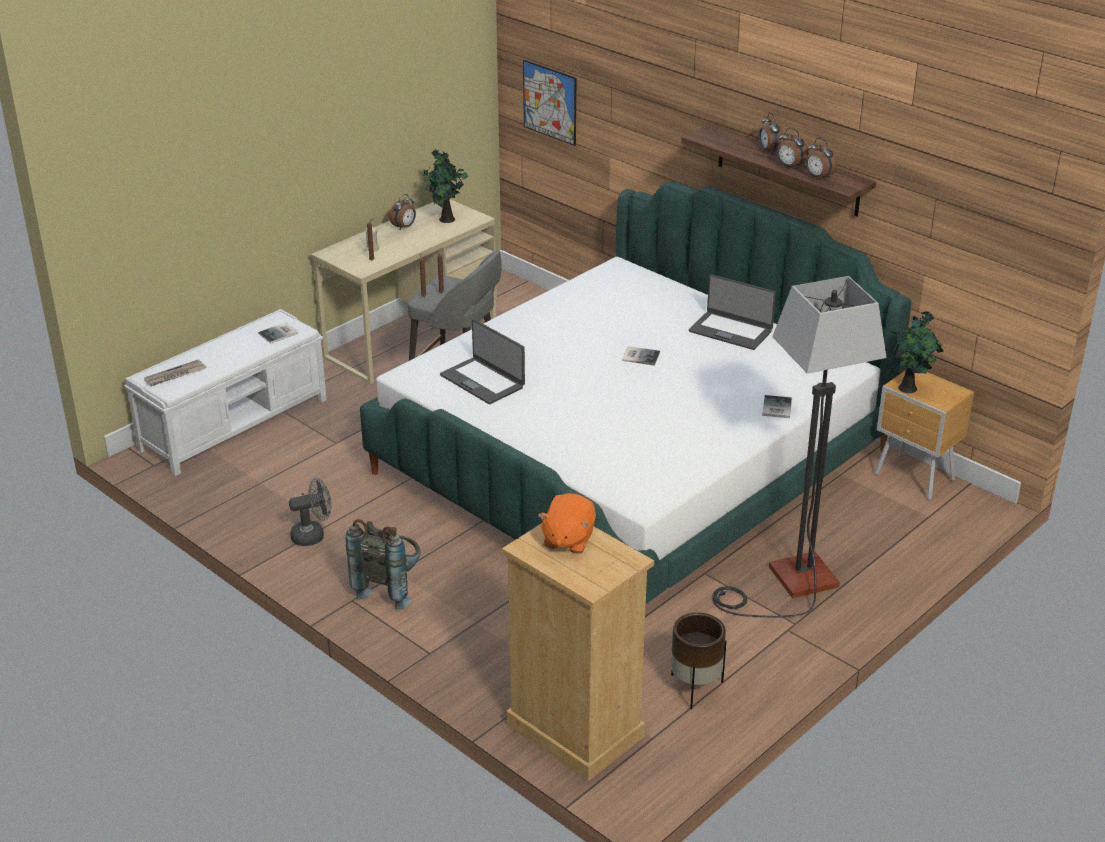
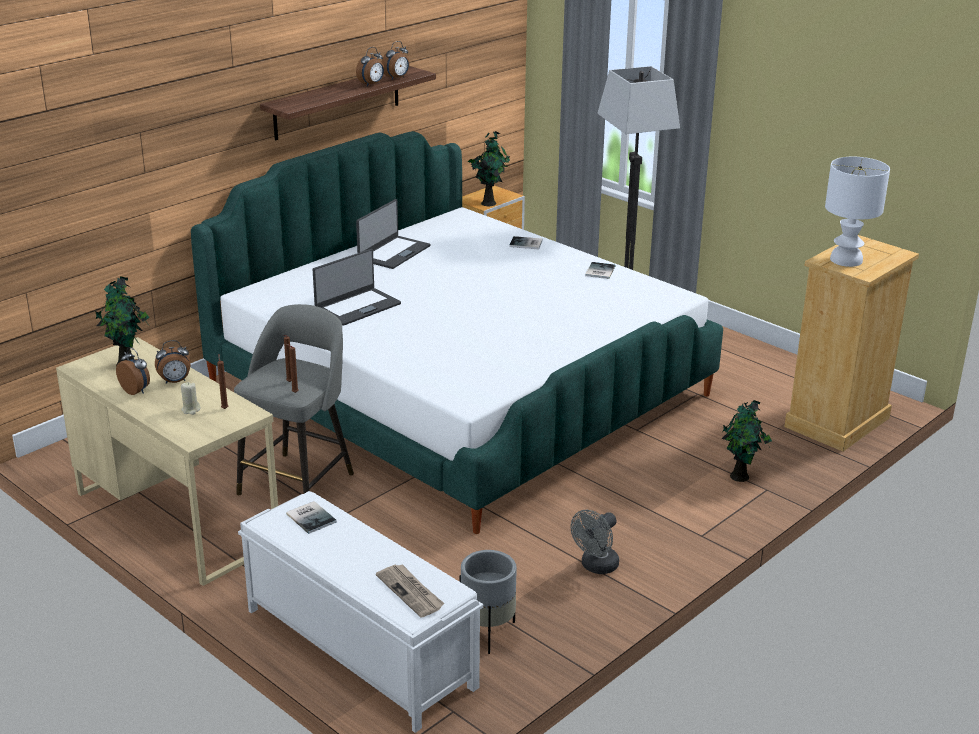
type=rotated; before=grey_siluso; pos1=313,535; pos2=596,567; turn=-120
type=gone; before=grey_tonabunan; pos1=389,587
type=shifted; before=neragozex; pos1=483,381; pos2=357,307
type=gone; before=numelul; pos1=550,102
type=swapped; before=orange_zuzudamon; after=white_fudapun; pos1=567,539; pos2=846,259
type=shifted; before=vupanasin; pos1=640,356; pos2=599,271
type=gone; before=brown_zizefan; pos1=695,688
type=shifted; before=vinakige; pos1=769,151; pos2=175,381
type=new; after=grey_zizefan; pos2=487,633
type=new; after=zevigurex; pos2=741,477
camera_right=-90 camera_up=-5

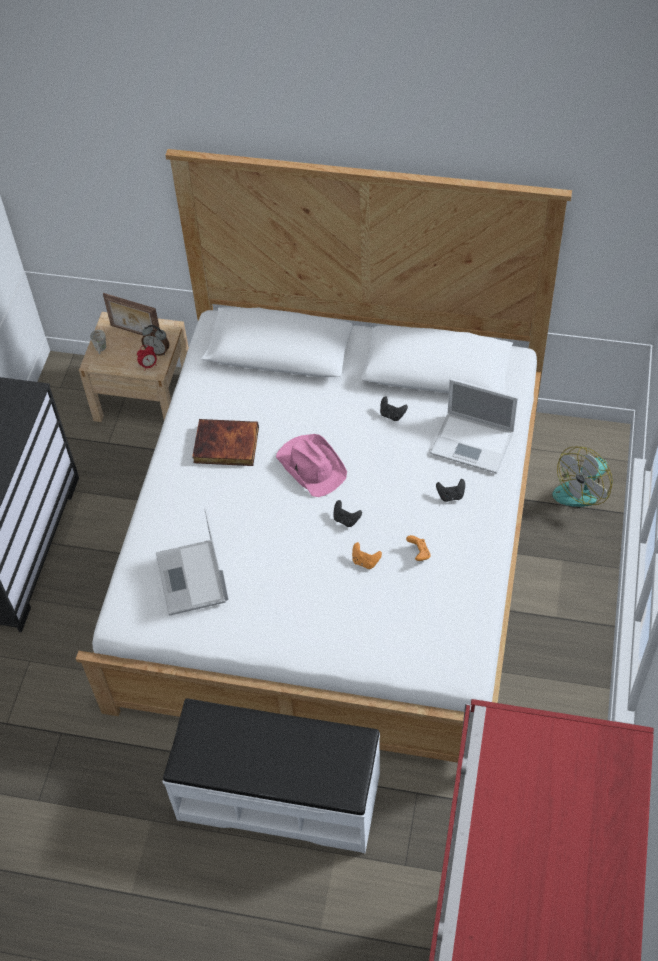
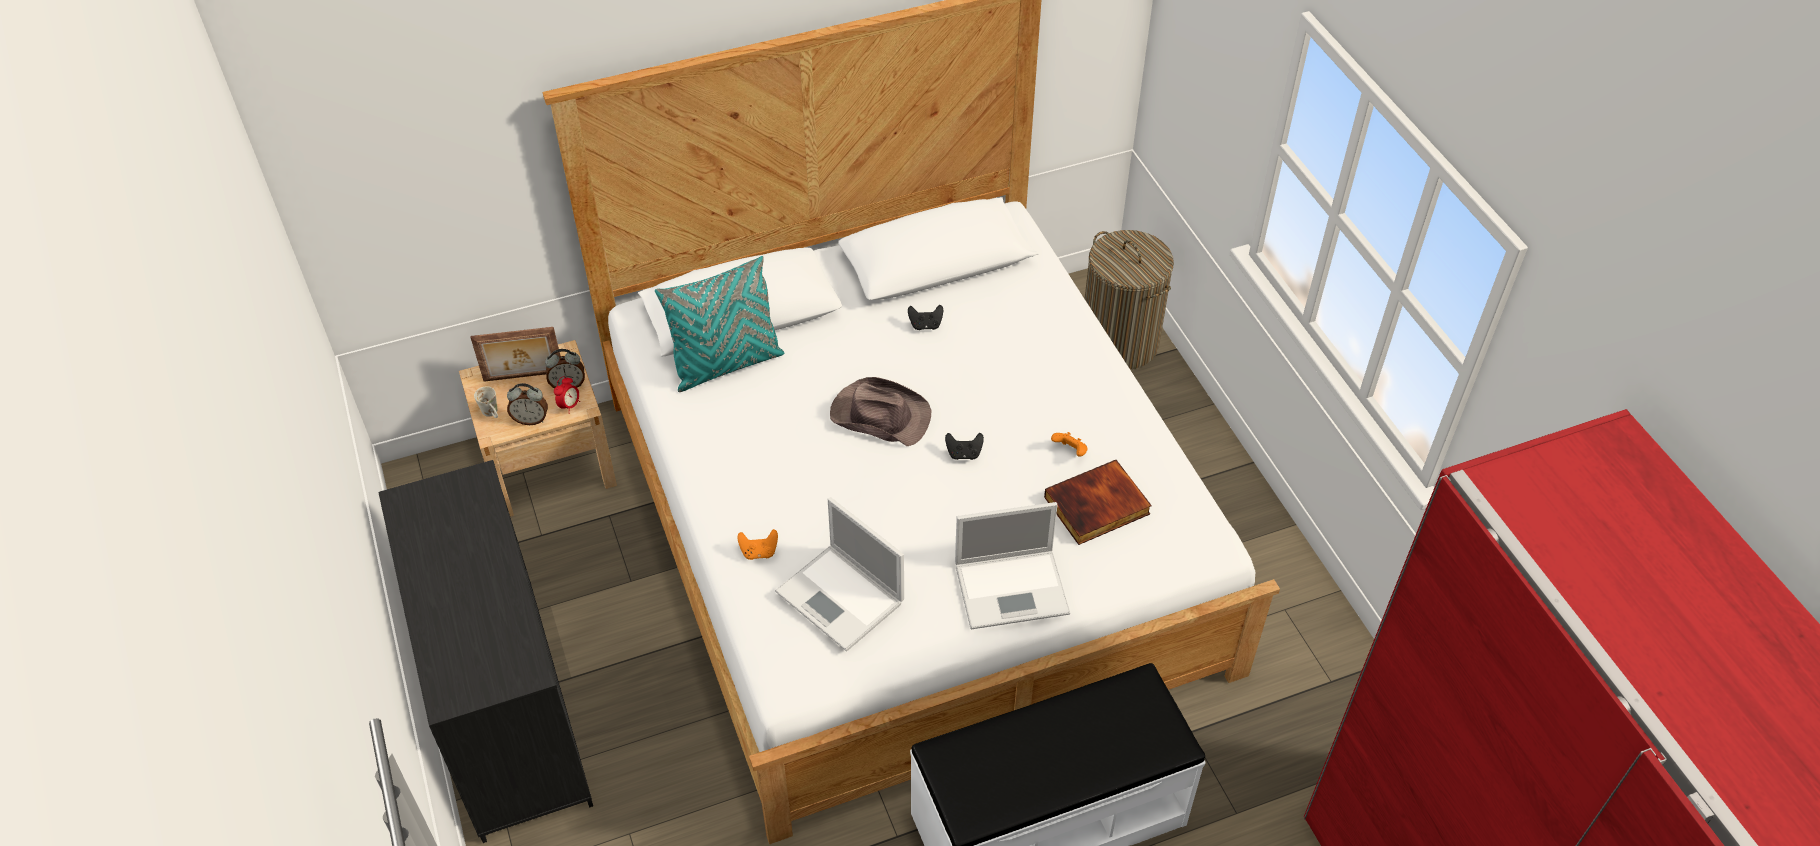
type=shifted; before=vupanasin; pos1=225,446; pos2=1097,507
type=repainted; before=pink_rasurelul; after=brown_rasurelul; pos1=311,465; pos2=879,415
type=shifted; before=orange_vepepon; pos1=365,561; pos2=759,552
type=shifted; before=neragozex; pos1=474,443; pos2=1013,588
type=gone; before=black_vepepon; pos1=451,495
type=swapped; before=siluso; after=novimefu; pos1=583,488; pos2=1119,342
type=new; after=vinakige; pos2=531,419
type=new; after=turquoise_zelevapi; pos2=726,364
camera_right=-35 camera_up=-5

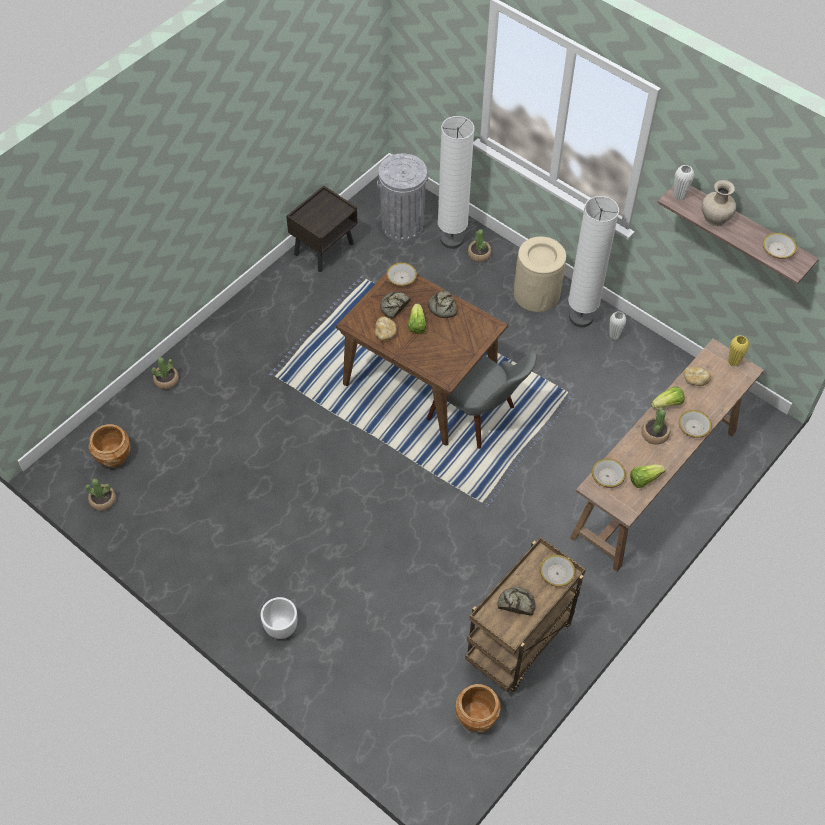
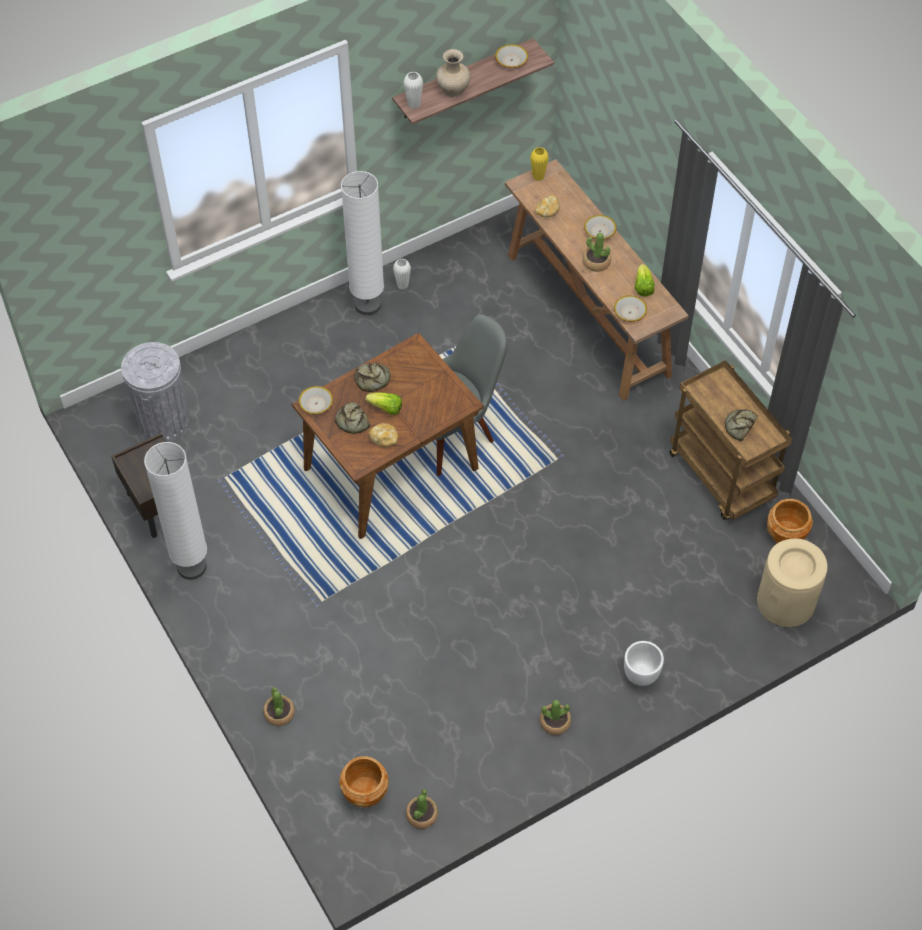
type=shifted; before=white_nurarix; pos1=451,240; pos2=191,567
type=shifted; before=zevigurex; pos1=479,254; pos2=555,722
type=shifted; before=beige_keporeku; pos1=536,293; pos2=785,601
type=gone; before=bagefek; pos1=557,573
type=gone; before=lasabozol; pos1=667,404
camera_right=-70 camera_up=0

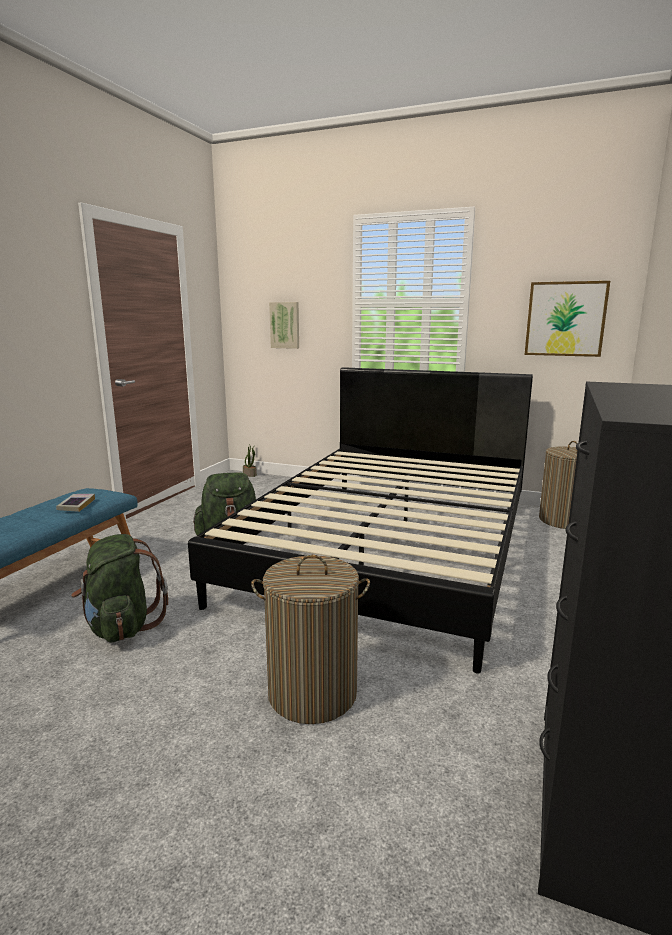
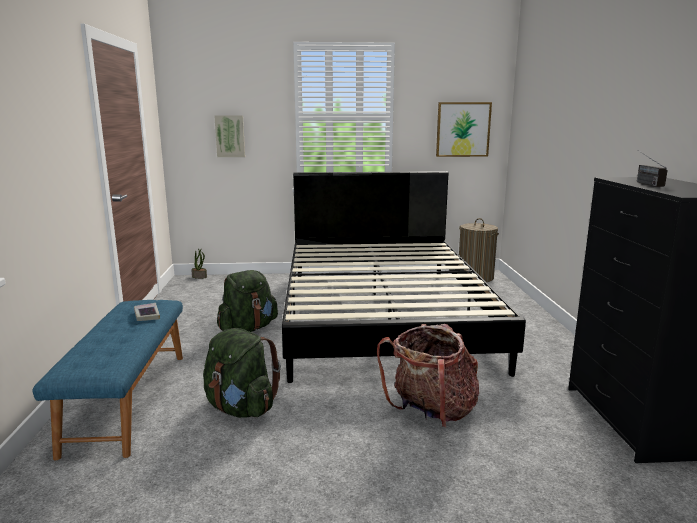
type=swapped; before=novimefu; after=tonabunan; pos1=312,693; pos2=431,412
type=new; after=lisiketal; pos2=643,183
camera_right=-25 camera_up=0

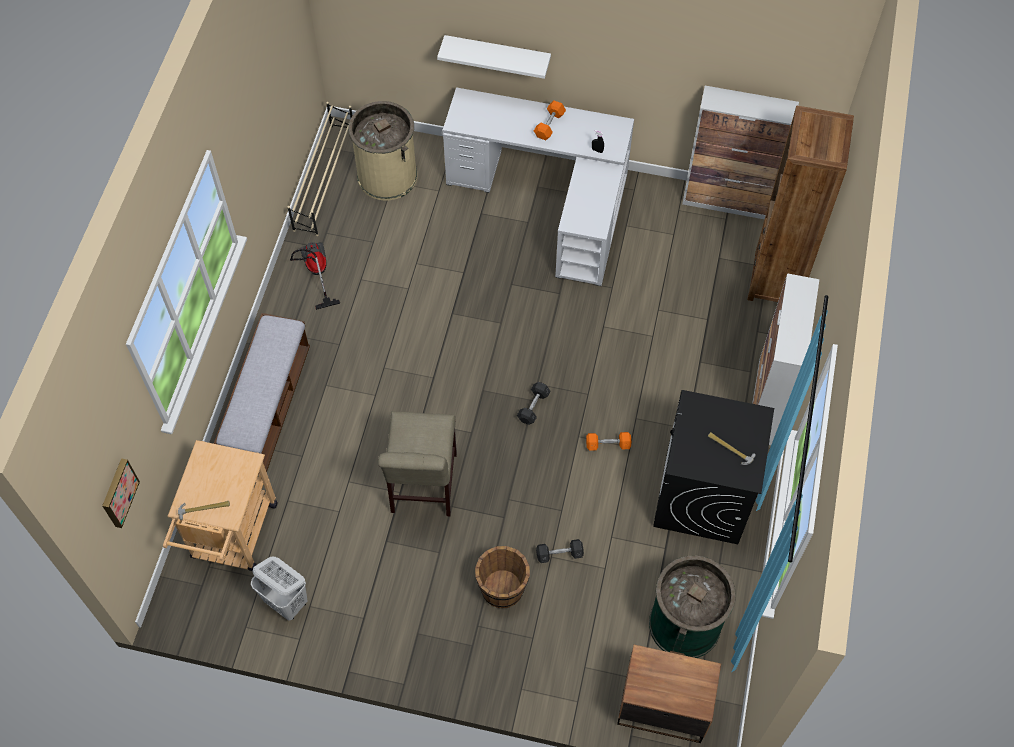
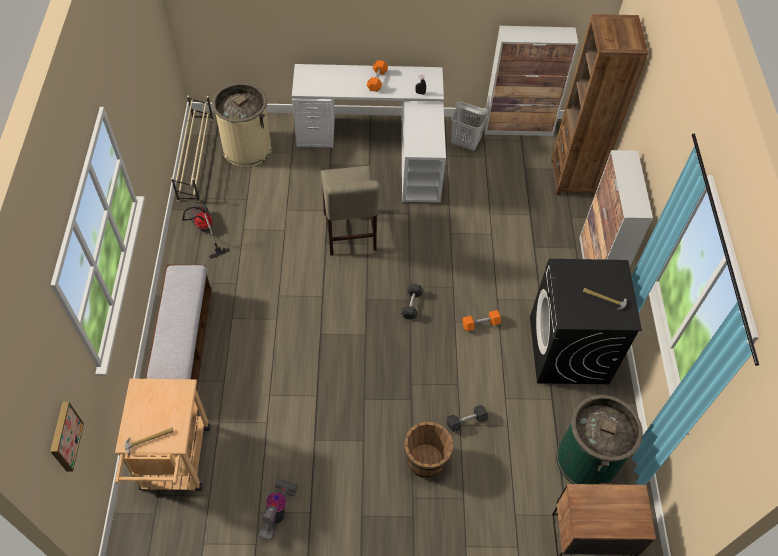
type=shifted; before=white_novimefu; pos1=287,603; pos2=465,143
type=shifted; before=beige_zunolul; pos1=422,487; pos2=350,235
type=gone; before=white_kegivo; pos1=497,54
type=new; after=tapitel; pos2=278,512
camera_right=-15 camera_up=-5

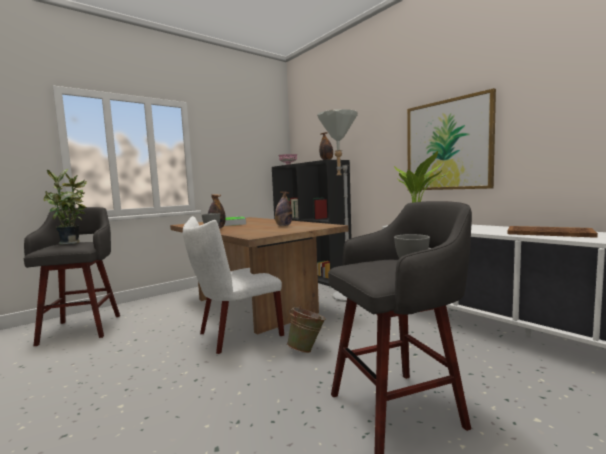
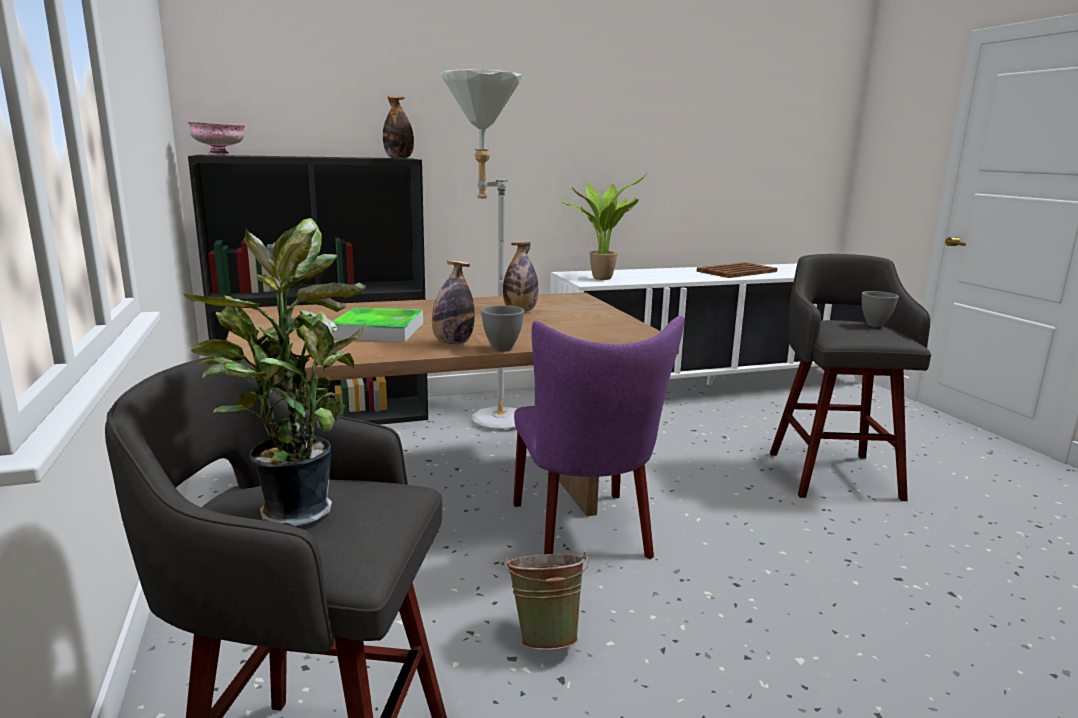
type=repainted; before=white_zunolul; after=purple_zunolul; pos1=235,335; pos2=585,534
type=shifted; before=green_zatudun; pos1=307,349; pos2=546,636
type=gone; before=numelul; pos1=448,145
camera_right=-70 camera_up=10

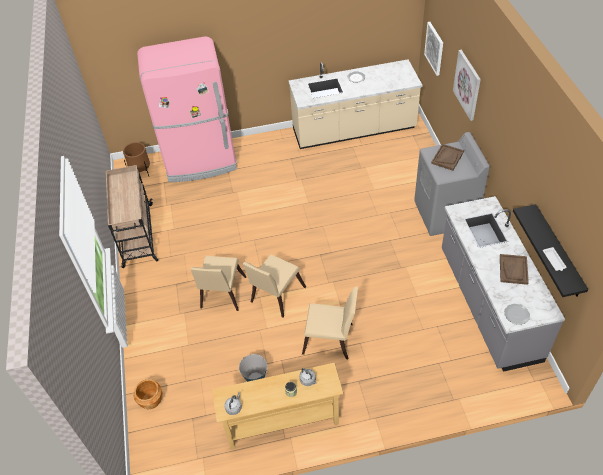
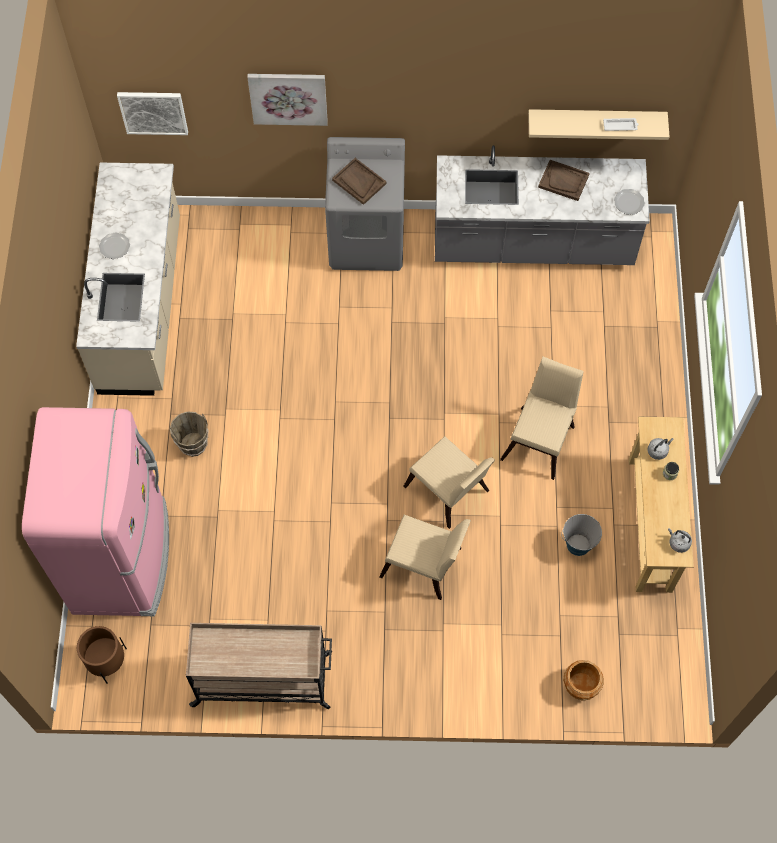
type=repainted; before=black_kegivo; after=beige_kegivo; pos1=558,252; pos2=596,119
type=new; after=brown_zatudun; pos2=193,444
camera_right=-80 camera_up=15

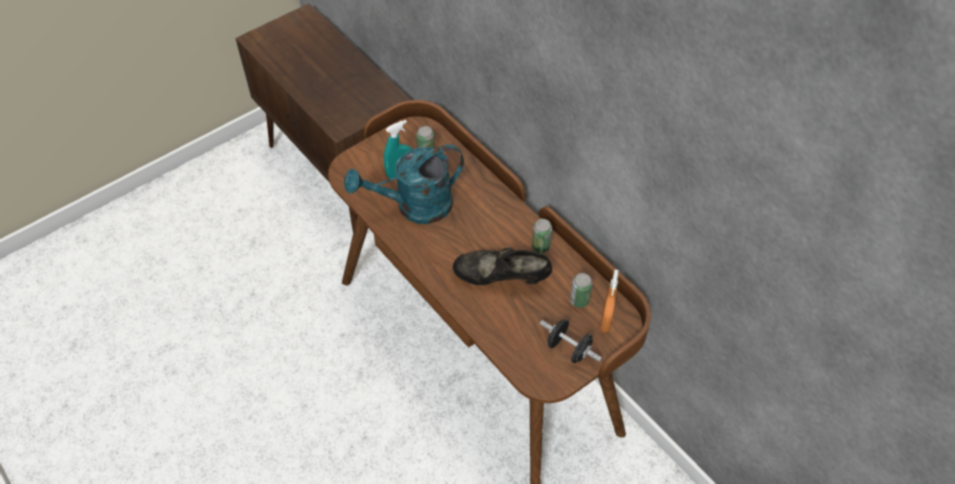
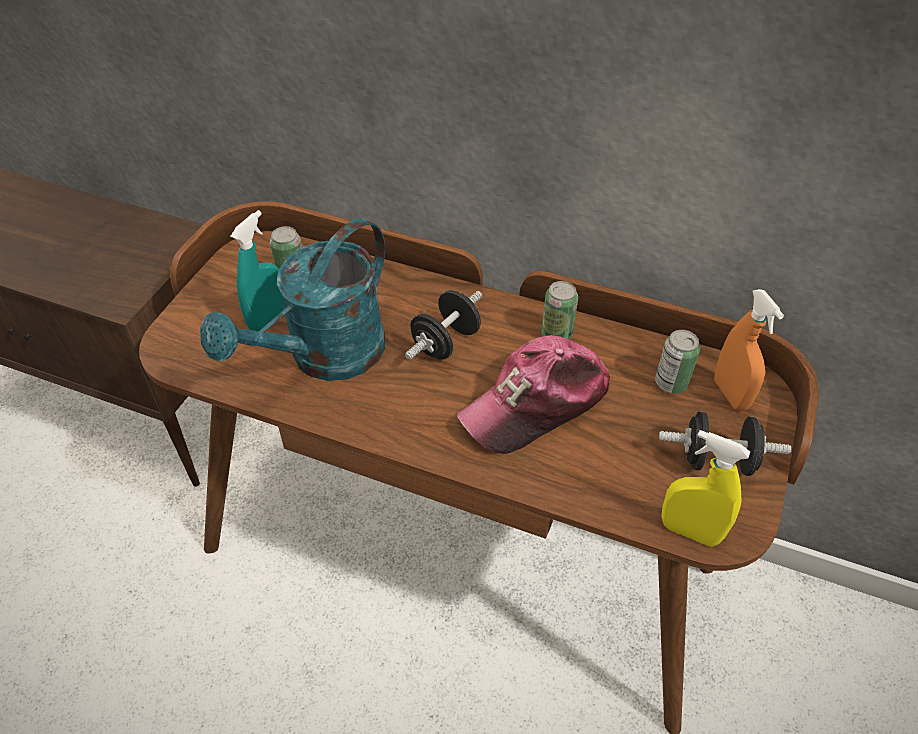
type=swapped; before=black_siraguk; after=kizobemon; pos1=501,279; pos2=536,404
type=new; after=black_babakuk; pos2=445,342
type=new; after=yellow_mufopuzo; pos2=689,531
camera_right=-30 camera_up=-5

